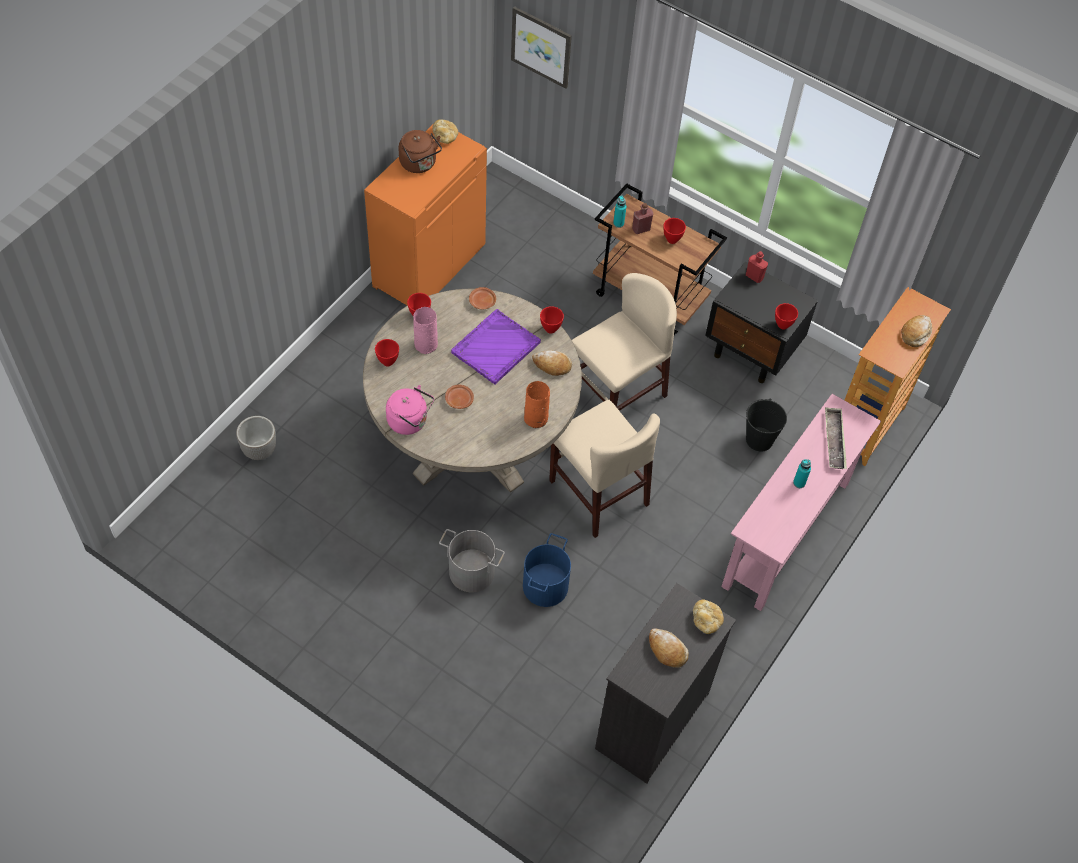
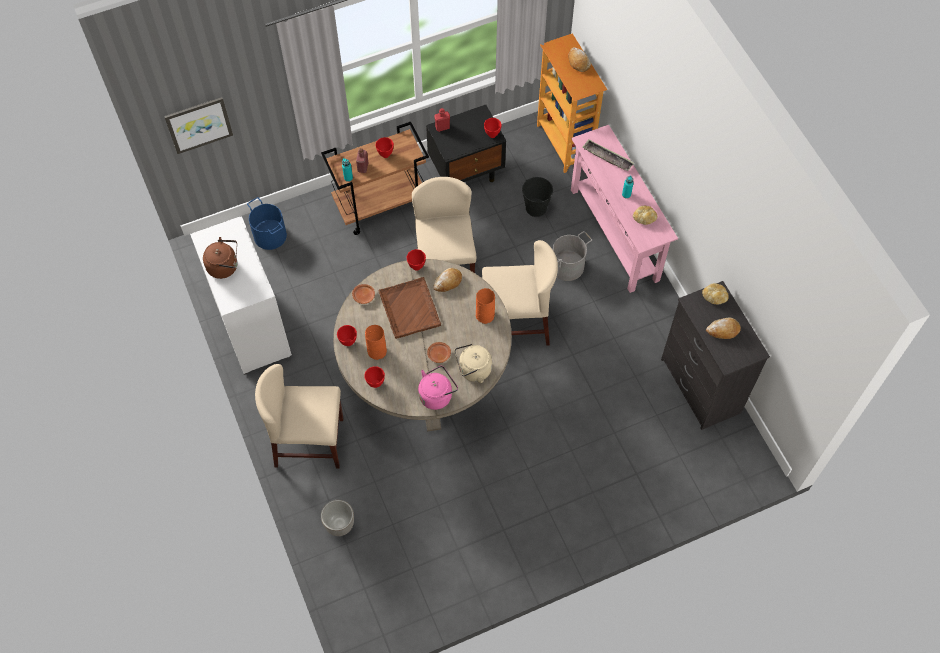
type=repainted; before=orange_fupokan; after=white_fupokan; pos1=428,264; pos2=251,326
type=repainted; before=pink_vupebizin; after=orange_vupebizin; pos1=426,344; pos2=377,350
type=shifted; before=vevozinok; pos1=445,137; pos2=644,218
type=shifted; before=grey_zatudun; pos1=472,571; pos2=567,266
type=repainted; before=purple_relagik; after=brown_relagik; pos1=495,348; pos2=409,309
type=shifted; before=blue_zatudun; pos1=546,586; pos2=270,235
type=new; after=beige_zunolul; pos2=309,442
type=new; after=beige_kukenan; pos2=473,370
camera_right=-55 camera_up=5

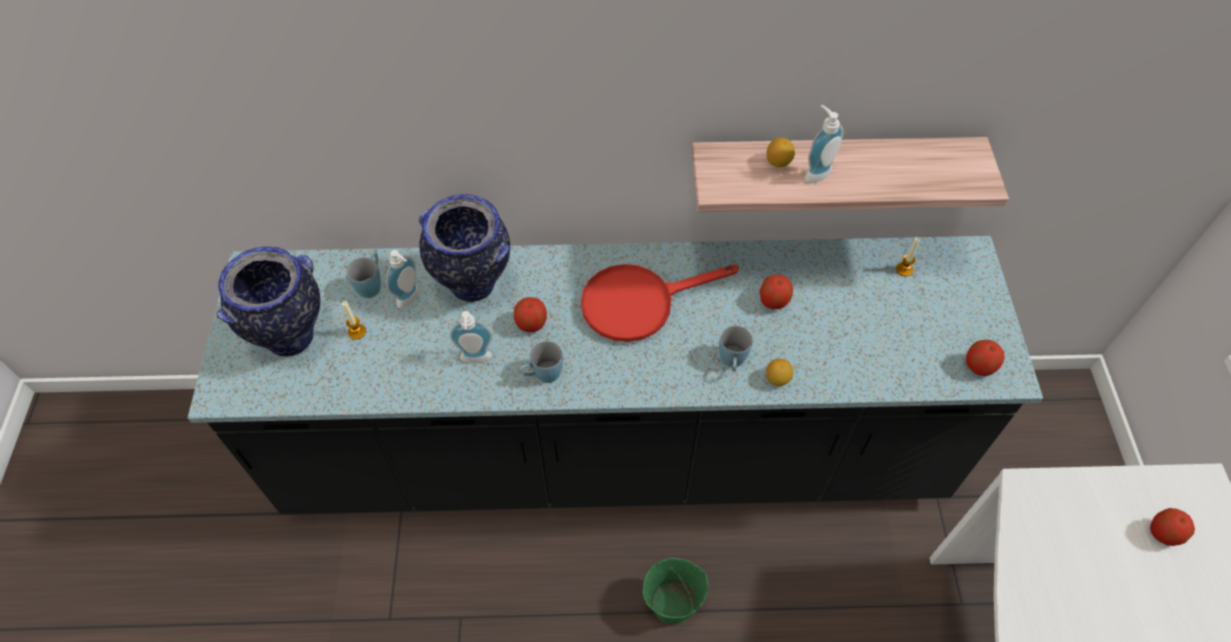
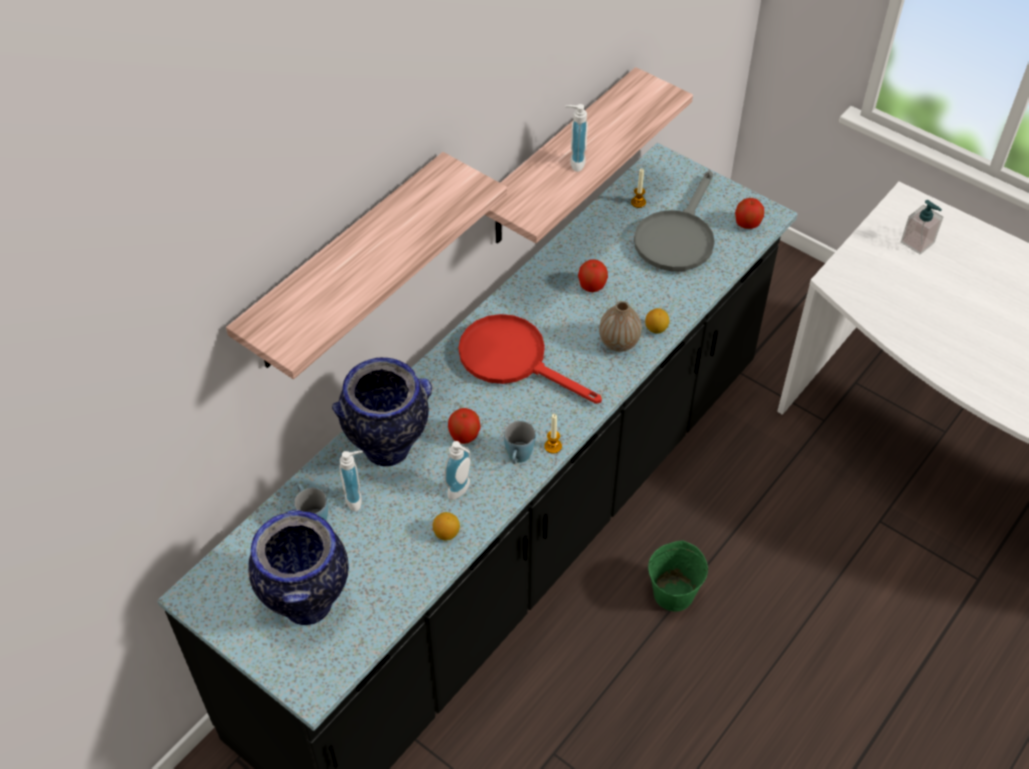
type=shifted; before=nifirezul; pos1=357,332; pos2=553,446
type=rotated; before=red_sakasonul; pos1=639,302; pos2=513,359; turn=105
type=swapped; before=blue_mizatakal; after=vupebizin; pos1=732,363; pos2=619,343
type=shifted; before=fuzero; pos1=778,162; pos2=446,533
type=swapped; before=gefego; after=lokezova; pos1=1162,533; pos2=917,242
type=new; after=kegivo; pos2=344,265
type=new; after=grey_sakasonul; pos2=677,237
camera_right=-50 camera_up=-5

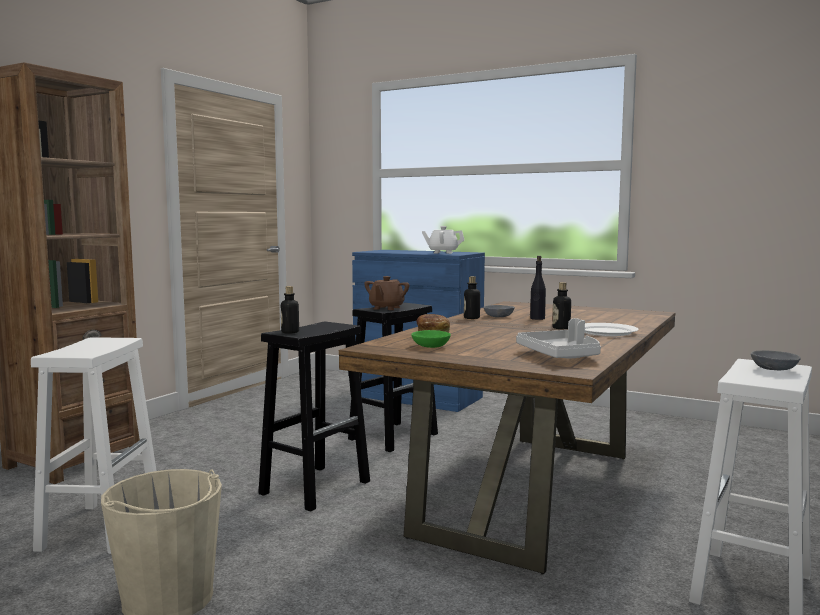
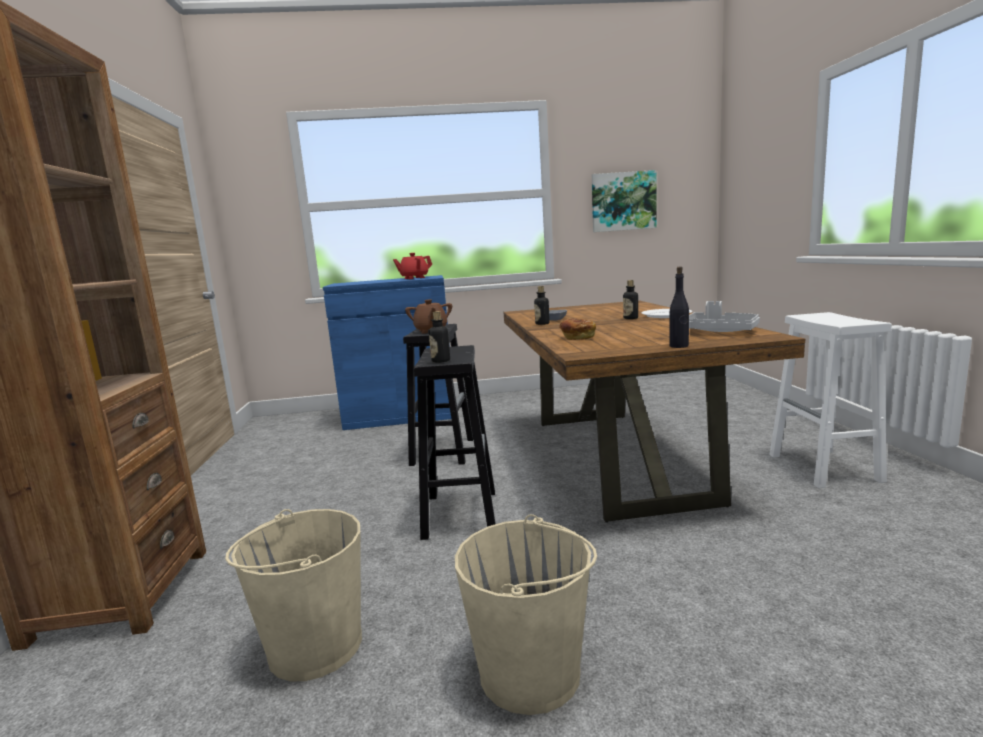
type=swapped; before=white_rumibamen; after=beige_zatudun; pos1=102,527; pos2=314,646
type=gone; before=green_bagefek; pos1=429,346
type=repainted; before=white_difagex; after=red_difagex; pos1=442,253; pos2=414,278
type=shifted; before=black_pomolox; pos1=537,318; pos2=679,346
type=gone; before=grey_bagefek; pos1=776,369
type=new; after=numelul; pos2=623,201
camera_right=-35 camera_up=5

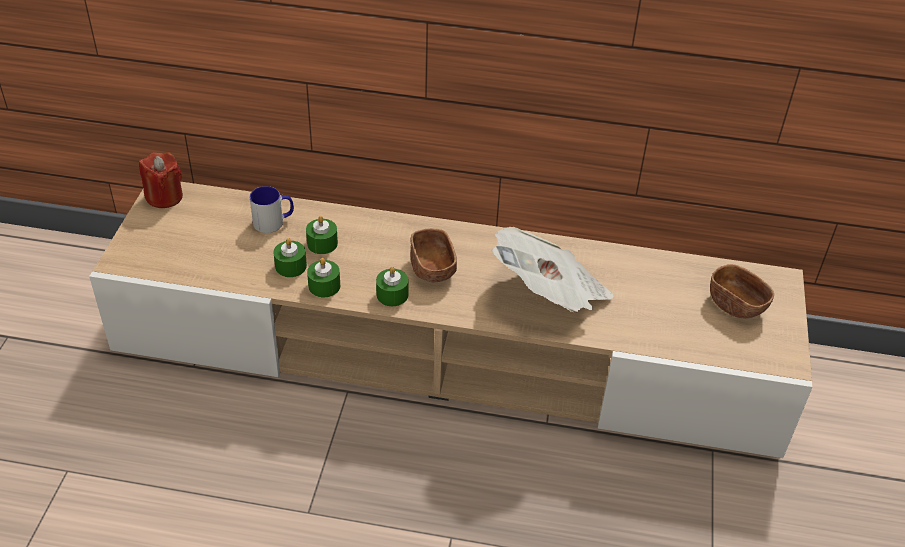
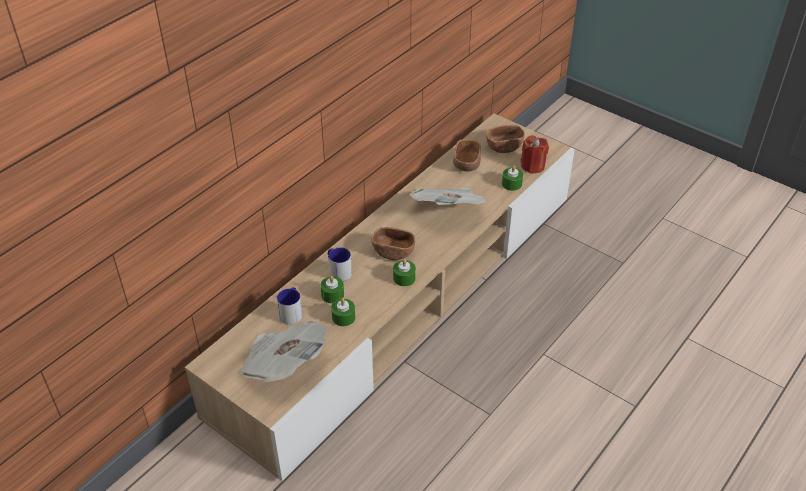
type=shifted; before=red_nifirezul; pos1=164,197; pos2=532,166
type=shifted; before=green_nifirezul; pos1=324,286; pos2=511,184
type=new; after=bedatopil; pos2=284,365
type=new; after=mizatakal; pos2=338,271
type=new; after=brown_bagefek; pos2=466,164
camera_right=-60 camera_up=0

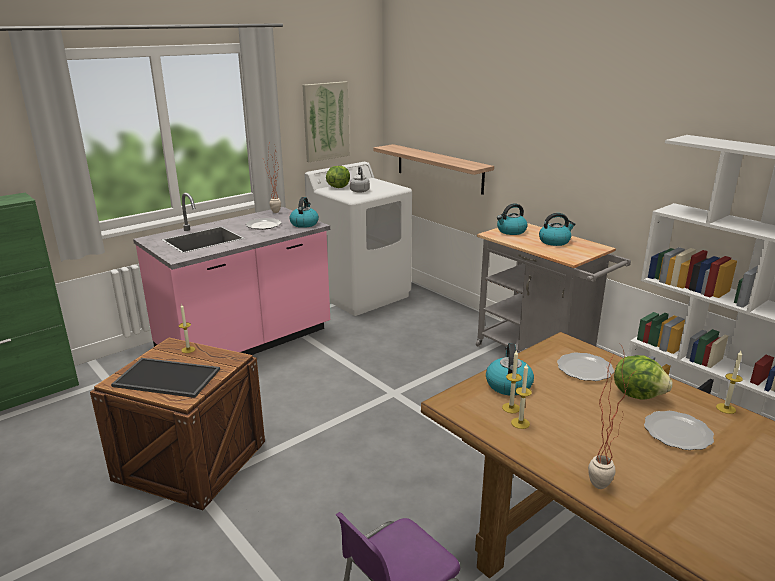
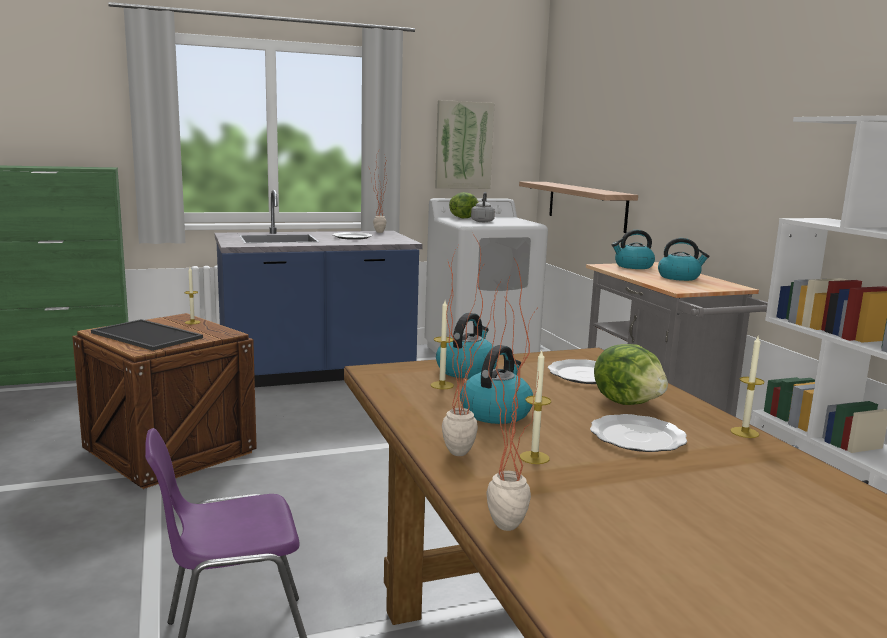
type=repainted; before=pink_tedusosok; after=blue_tedusosok; pos1=246,343; pos2=317,372
type=shifted; before=kukenan; pos1=304,224; pos2=496,412
type=shifted; before=nifirezul; pos1=520,423; pos2=534,457
type=new; after=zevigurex; pos2=506,519
camera_right=20 camera_up=-10

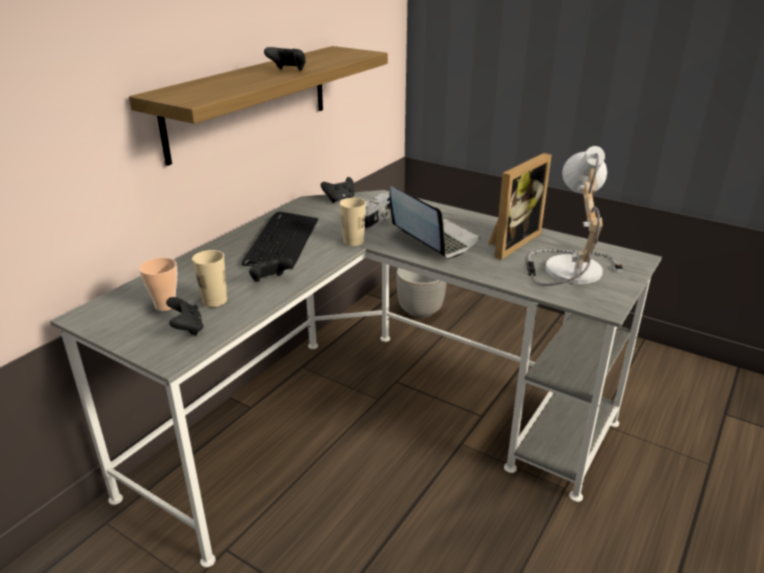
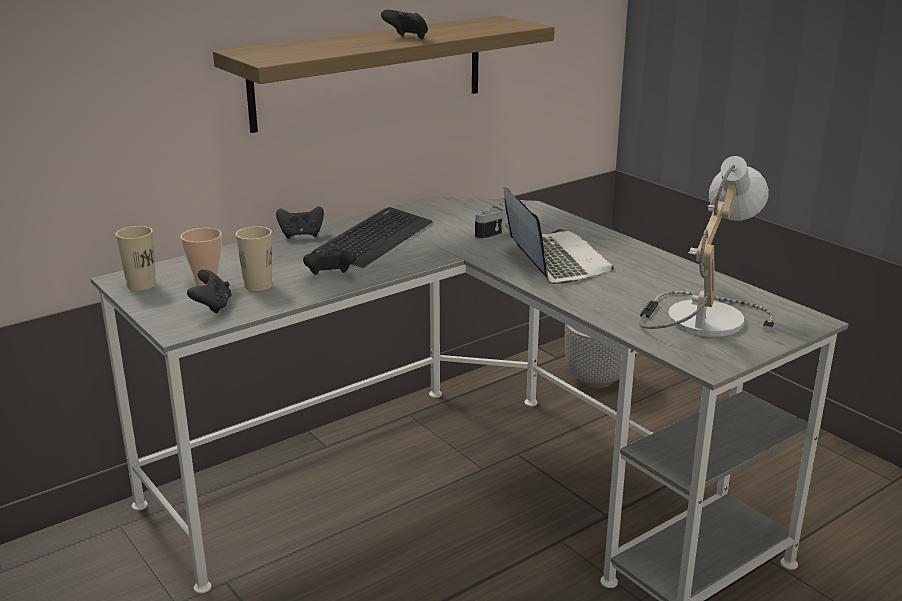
type=shifted; before=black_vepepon; pos1=339,199; pos2=301,235
type=shifted; before=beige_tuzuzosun; pos1=353,241; pos2=141,285
type=gone; before=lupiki; pos1=510,242
camera_right=20 camera_up=-5

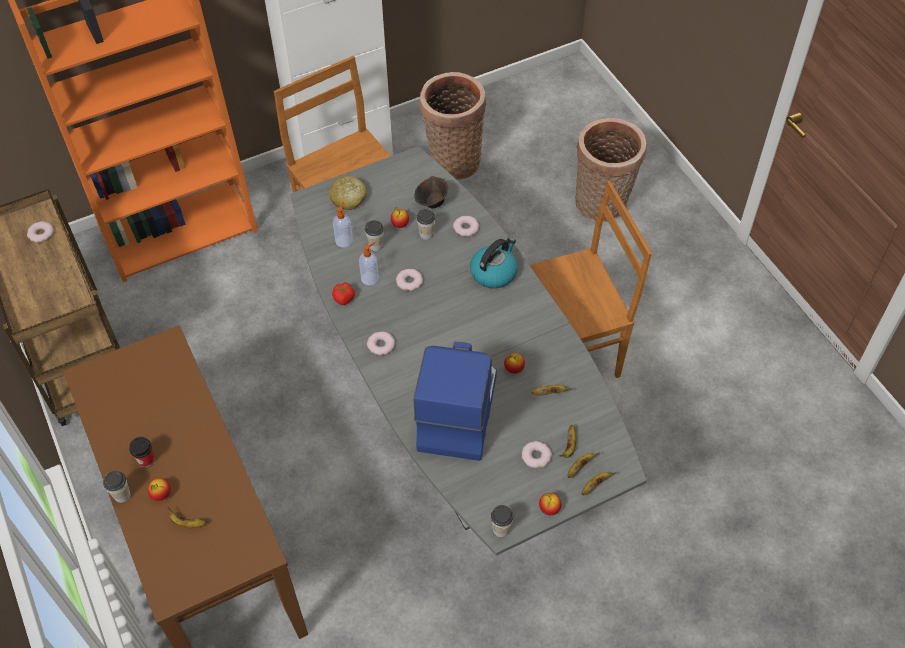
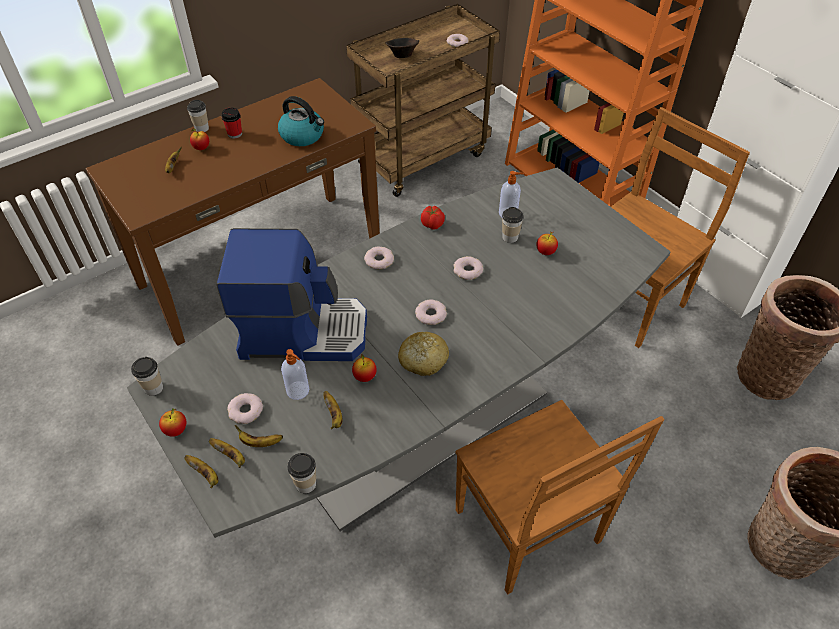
type=shifted; before=vevozinok; pos1=348,198; pos2=423,359
type=shifted; before=lokezova; pos1=370,278; pos2=298,391
type=shifted; before=brown_bagefek; pos1=432,203; pos2=402,56
type=shifted; before=tuzuzosun; pos1=426,234; pos2=305,484
type=shifted; before=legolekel; pos1=466,228; pos2=430,314
type=shifted; before=kukenan; pos1=494,272; pos2=303,136
camera_right=80 camera_up=-5

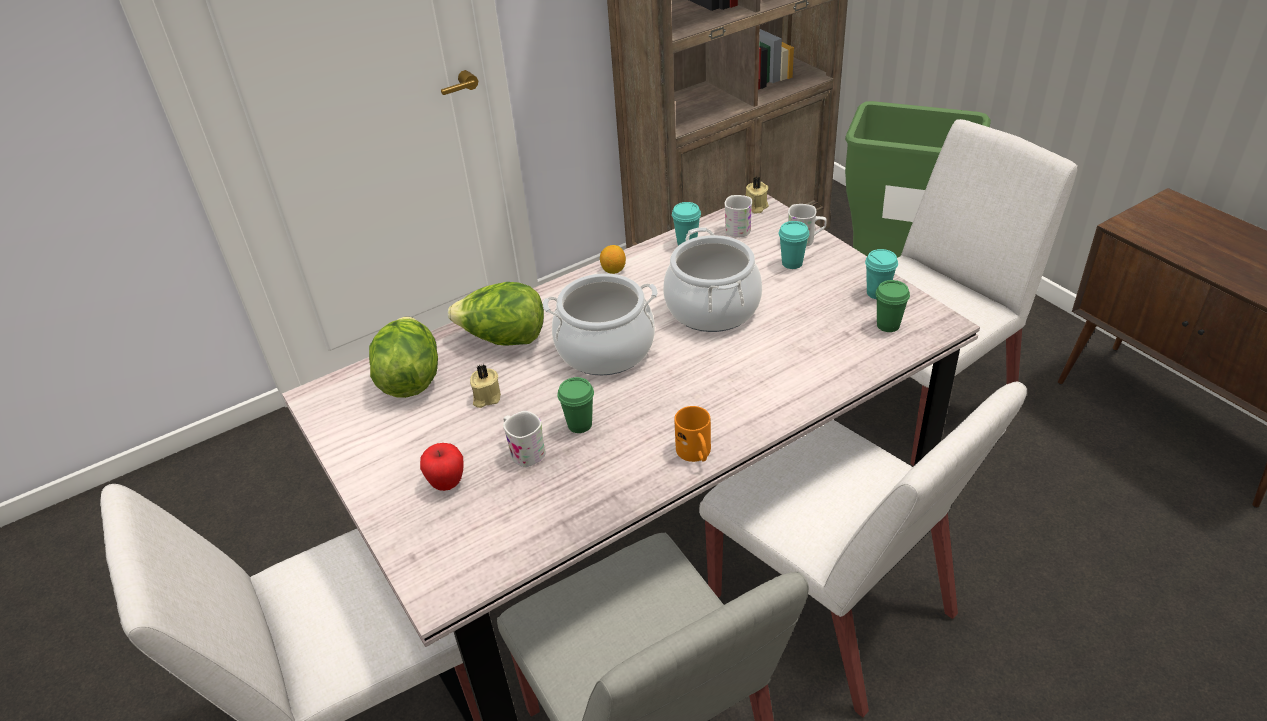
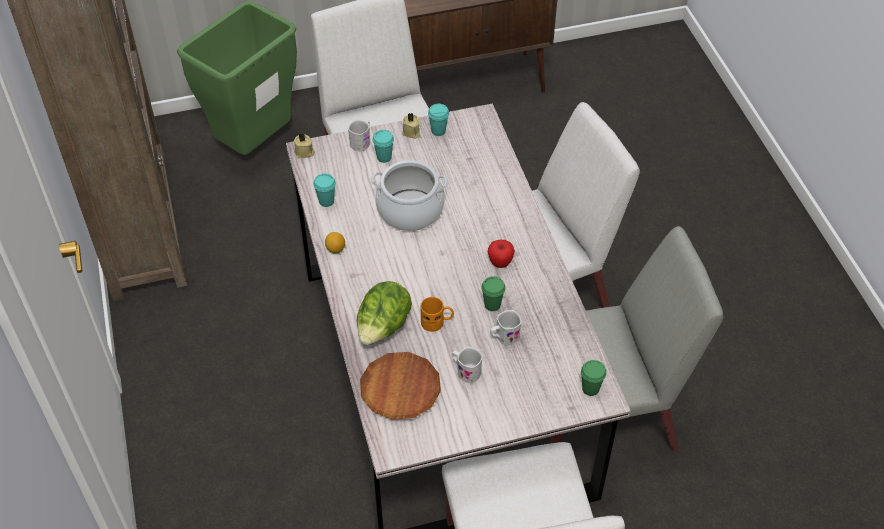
type=swapped; before=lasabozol; after=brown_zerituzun; pos1=410,378; pos2=400,389
type=shifted; before=gefego; pos1=447,483; pos2=500,263
type=shifted; before=beige_nifirezul; pos1=486,397; pos2=411,133
type=gone; before=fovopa; pos1=605,349
type=shifted; before=orange_mizatakal; pos1=696,454; pos2=437,322
type=shifted; before=white_mizatakal; pos1=739,227; pos2=465,371
type=shifted; before=green_tuzuzosun; pos1=888,325; pos2=590,389
camera_right=-75 camera_up=10

